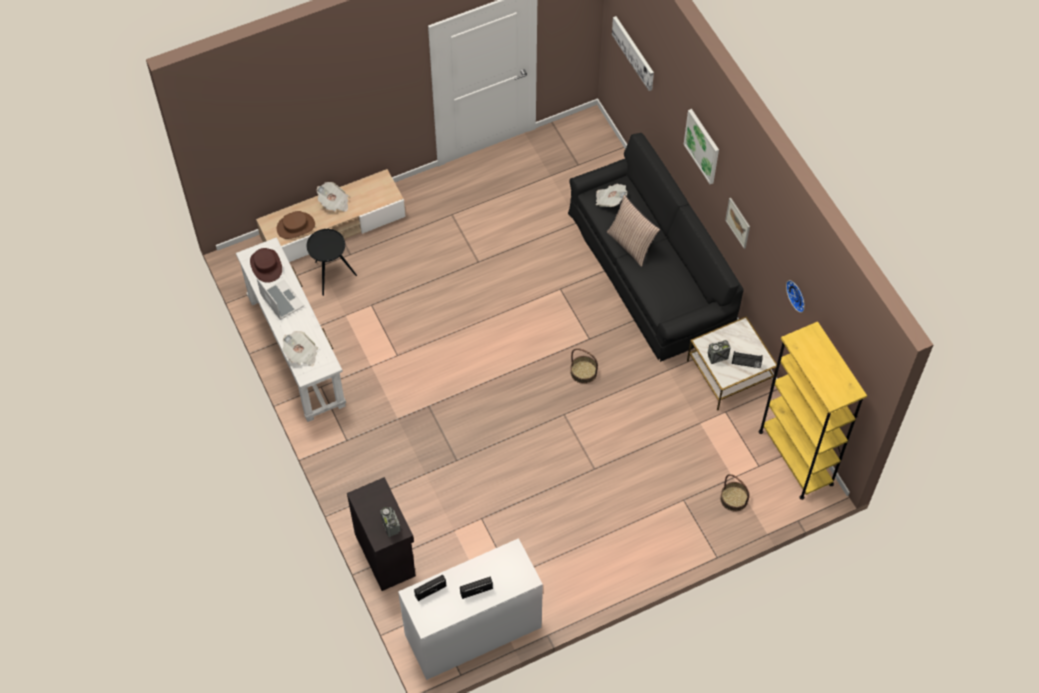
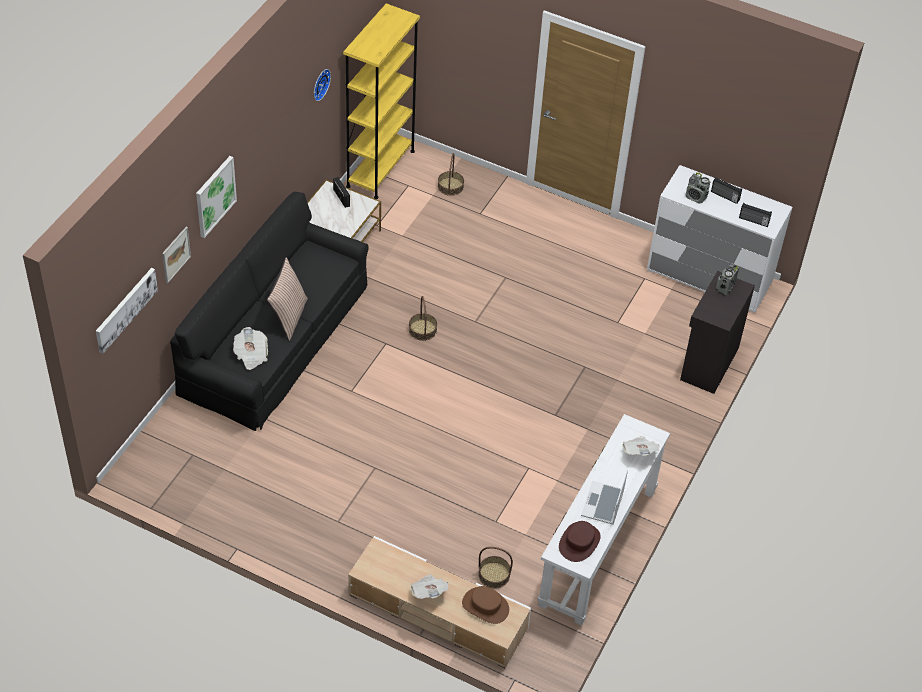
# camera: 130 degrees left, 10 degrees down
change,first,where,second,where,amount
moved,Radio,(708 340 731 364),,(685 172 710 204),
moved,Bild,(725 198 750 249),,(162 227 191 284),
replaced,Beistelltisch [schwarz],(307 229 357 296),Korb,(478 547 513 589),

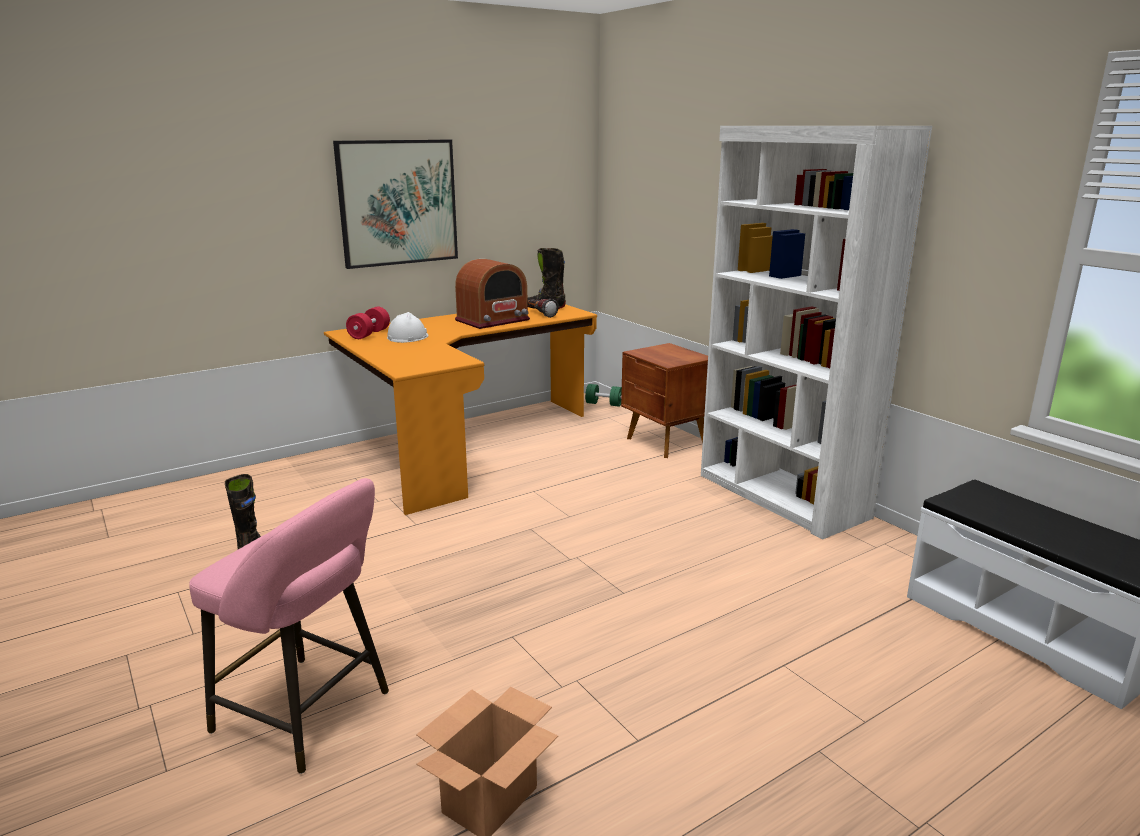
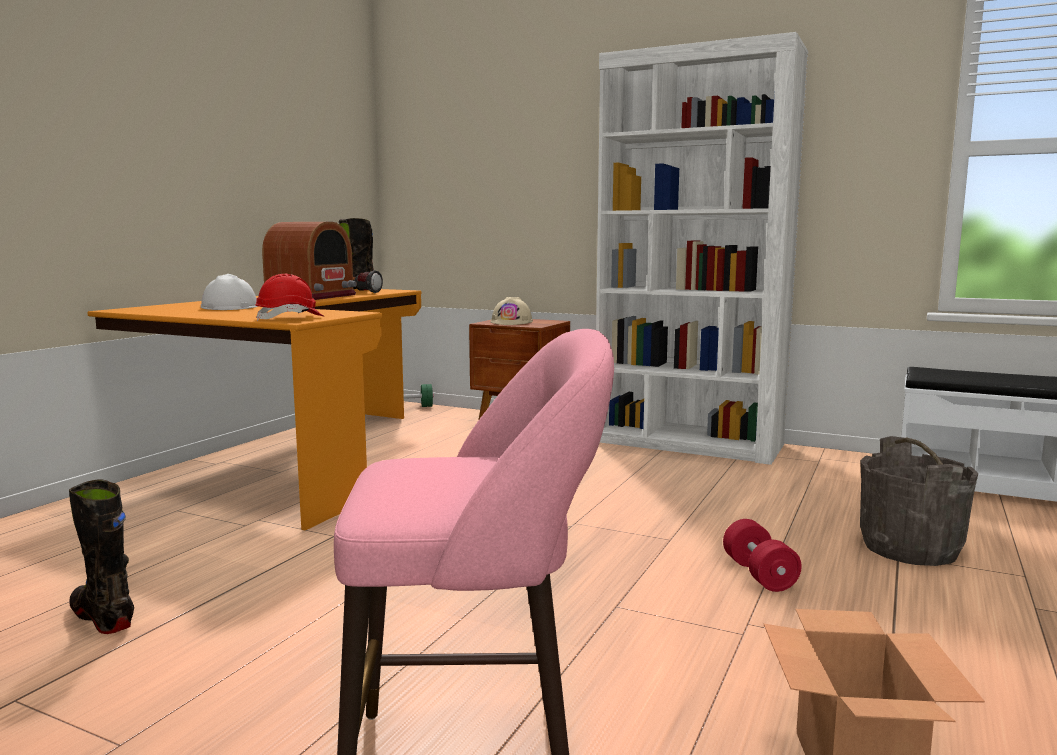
# camera: 30 degrees left, 10 degrees down
change,first,where,second,where,amount
removed,Bild,(333 140 458 269),,,
added,,,Schutzhelm [rot],(255 274 324 321),
added,,,Schutzhelm [beige],(490 297 533 325),
added,,,Eimer [grau],(860 436 978 566),
moved,Hantel [rot],(346 307 390 339),,(723 519 802 592),

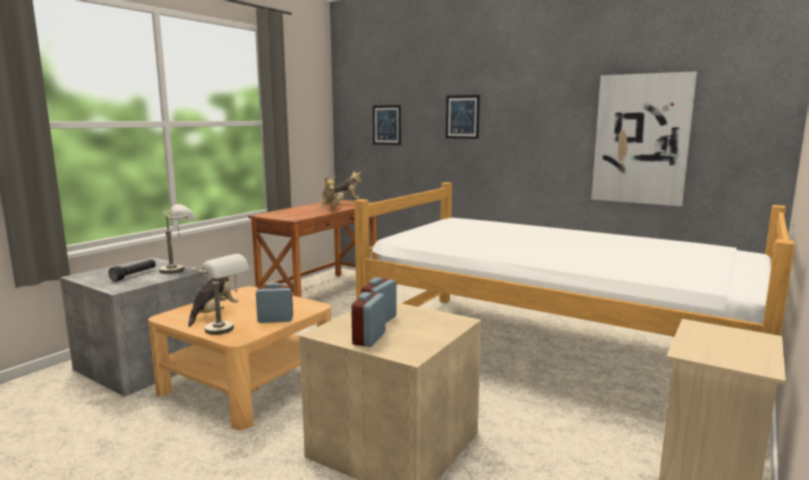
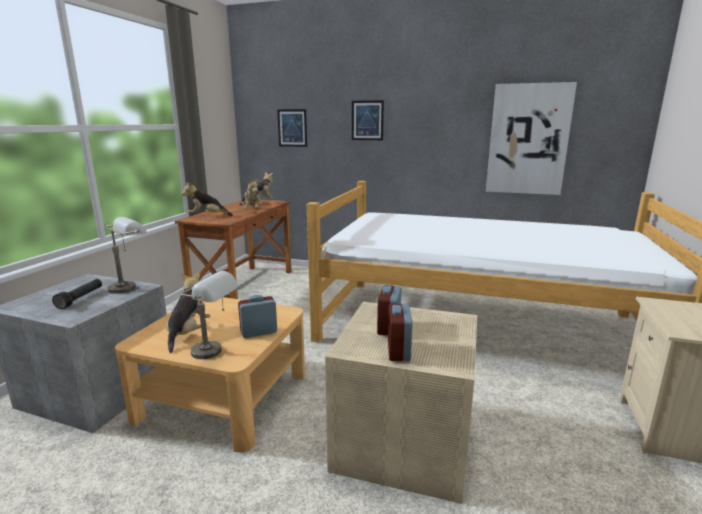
# camera: 15 degrees left, 5 degrees up
change,first,where,second,where,amount
added,,,Plüschtier,(182 182 233 216),

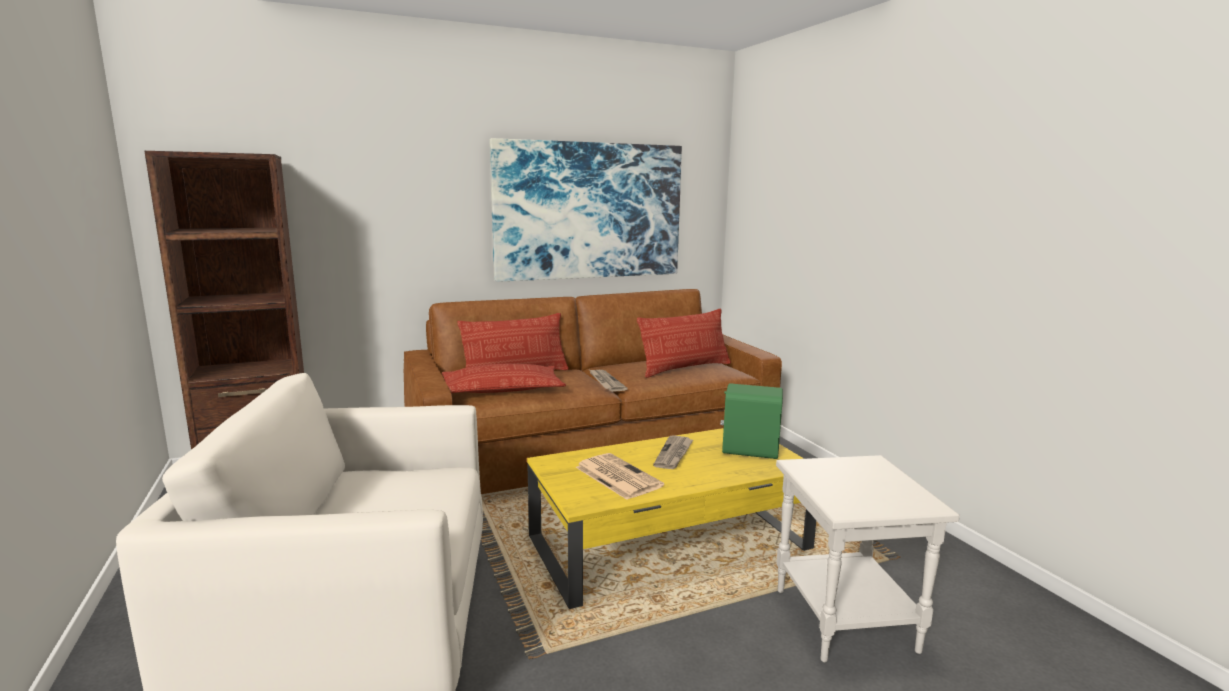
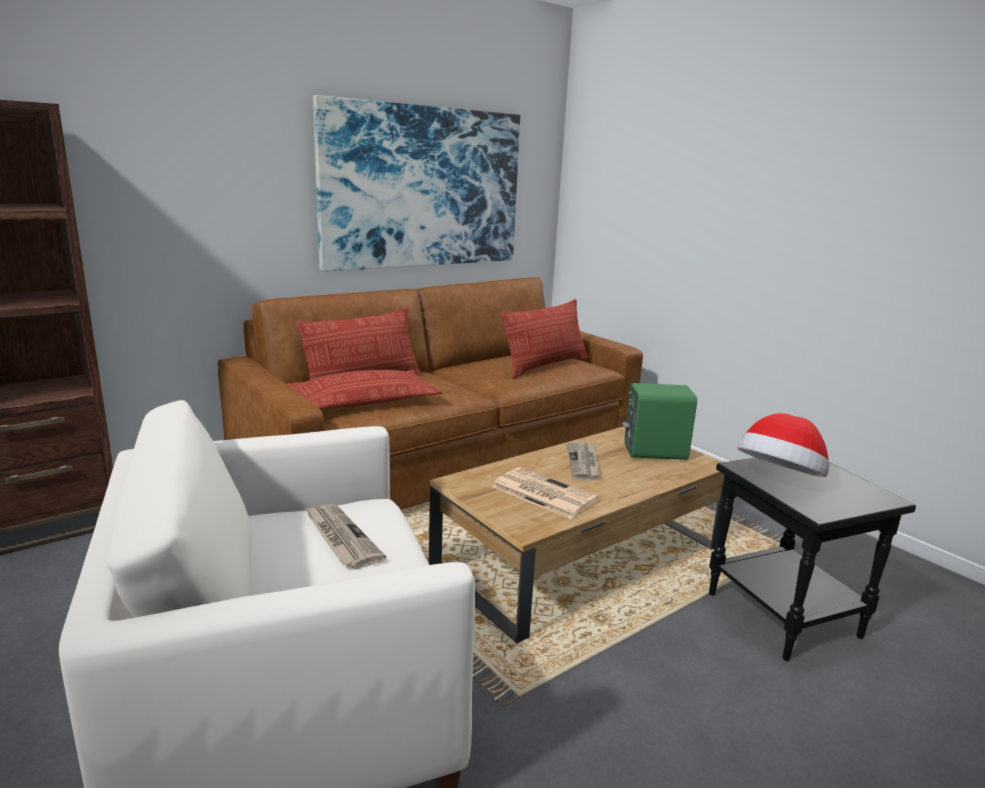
# camera: 15 degrees left, 5 degrees up
change,first,where,second,where,amount
added,,,Hut,(737 413 829 477),
moved,Zeitung,(589 369 628 392),,(304 504 386 569),
recoloured,Couchtisch [gelb],(527 428 816 609),Couchtisch [braun],(429 426 725 643),
recoloured,Beistelltisch [weiß],(776 455 960 662),Beistelltisch [schwarz],(709 458 916 661),

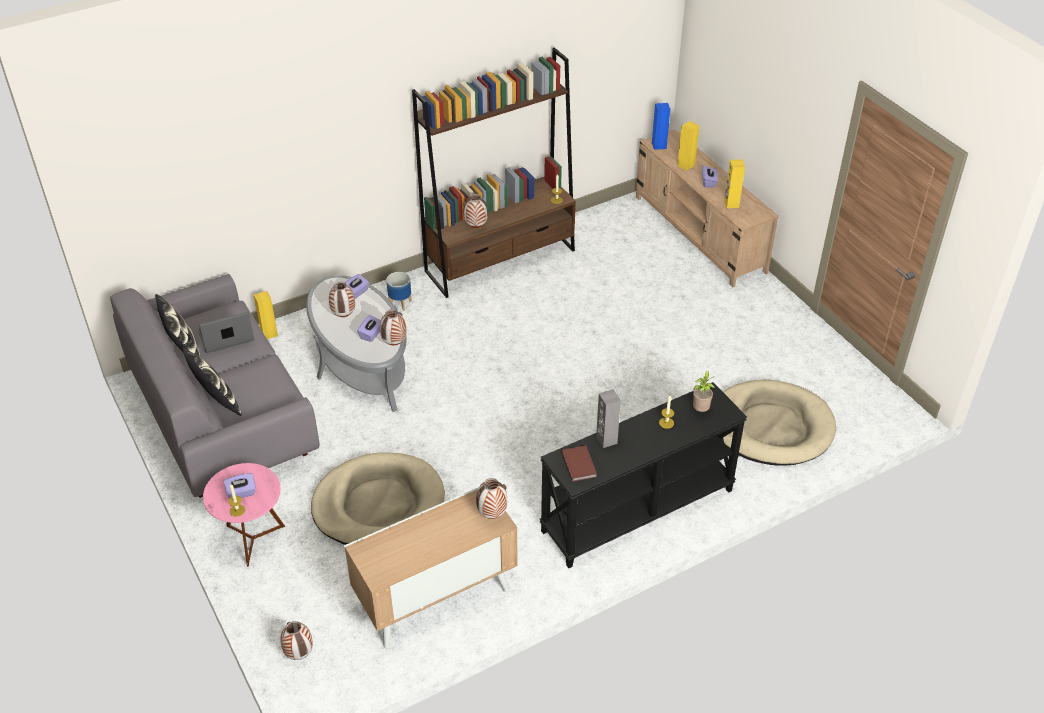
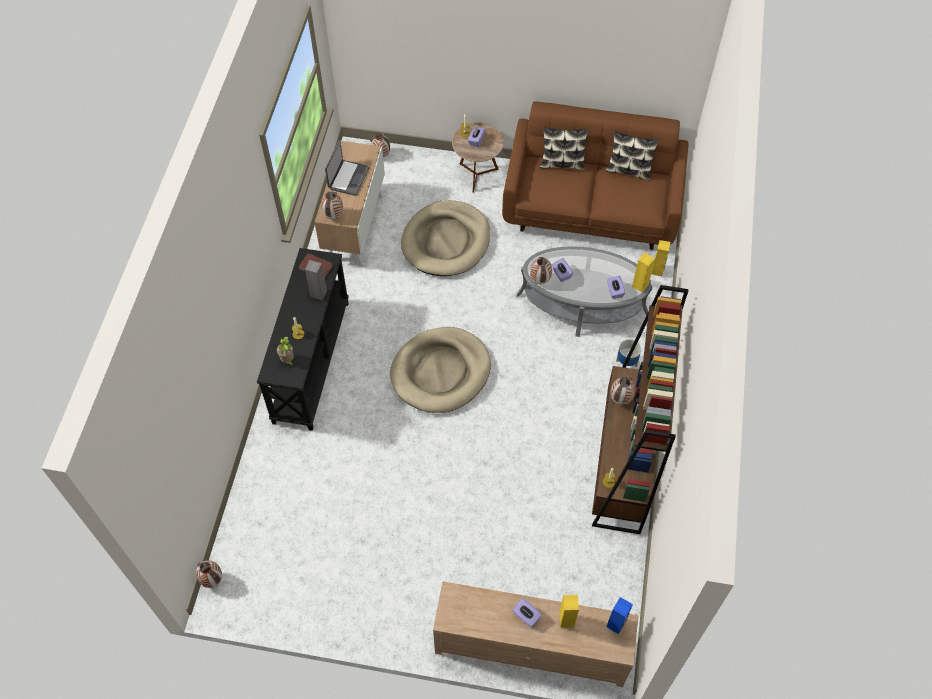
# camera: 130 degrees right, 15 degrees up
change,first,where,second,where,amount
moved,Laptop,(198 312 254 353),,(325 141 369 196),
moved,Vase,(329 282 355 317),,(196 560 222 588),
moved,Hundebett [beige],(717 379 836 466),,(390 327 491 413),
moved,Lautsprecher [gelb],(725 159 745 208),,(632 252 655 293),
recoloured,Sofa [grau],(110 274 320 498),Sofa [braun],(502 102 688 250),
recoloured,Beistelltisch [rosa],(203 463 285 567),Beistelltisch [braun],(452 122 504 193),

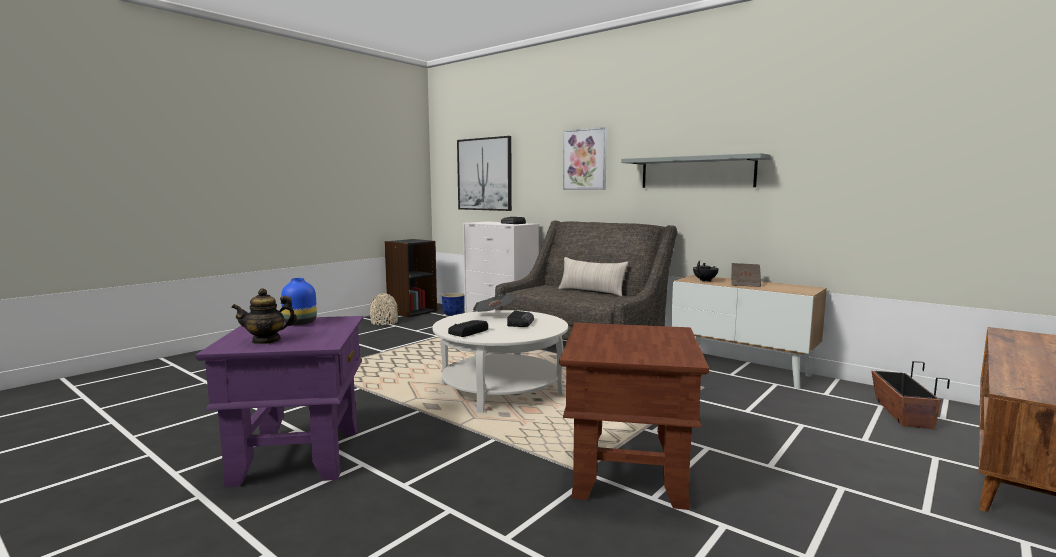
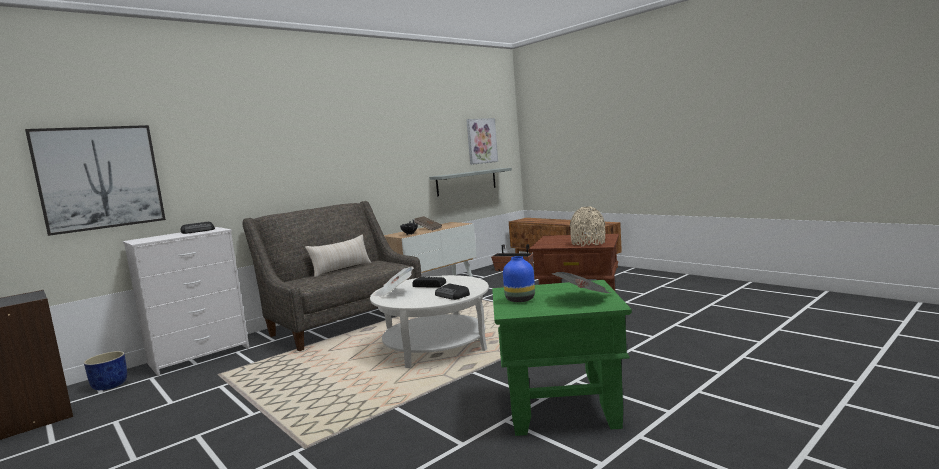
# camera: 80 degrees left, 0 degrees up
change,first,where,second,where,amount
moved,Vase [beige],(370 293 398 325),,(570 207 606 246),
moved,Bild,(563 127 607 190),,(466 118 498 165),
moved,Wandregal [grau],(621 153 771 188),,(429 168 512 197),
replaced,Teekanne,(231 288 297 344),Zeitung,(552 272 610 293),
recoloured,Beistelltisch [lila],(195 316 363 488),Beistelltisch [grün],(492 280 632 436),

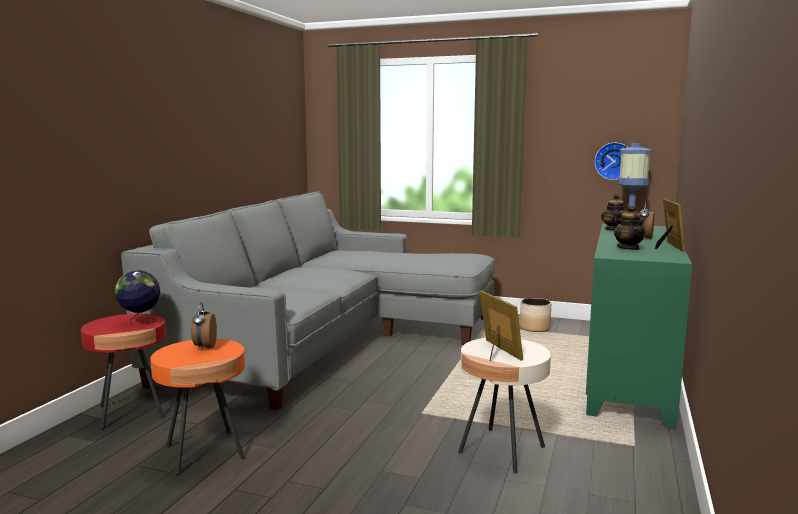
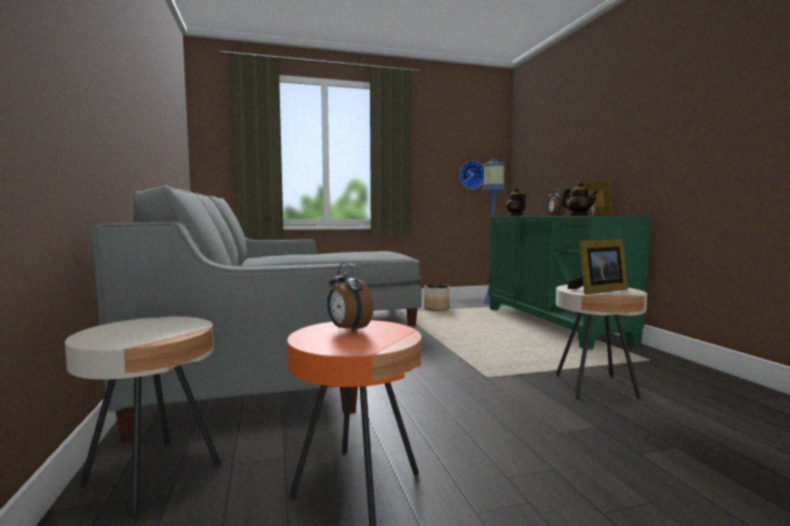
# camera: 35 degrees left, 5 degrees down
change,first,where,second,where,amount
removed,Globus,(115 270 161 326),,,
recoloured,Beistelltisch [rot],(81 314 166 429),Beistelltisch [beige],(65 317 221 517),
turned,Bilderrahmen,(480 291 523 361),,(568 239 628 294),120 degrees clockwise

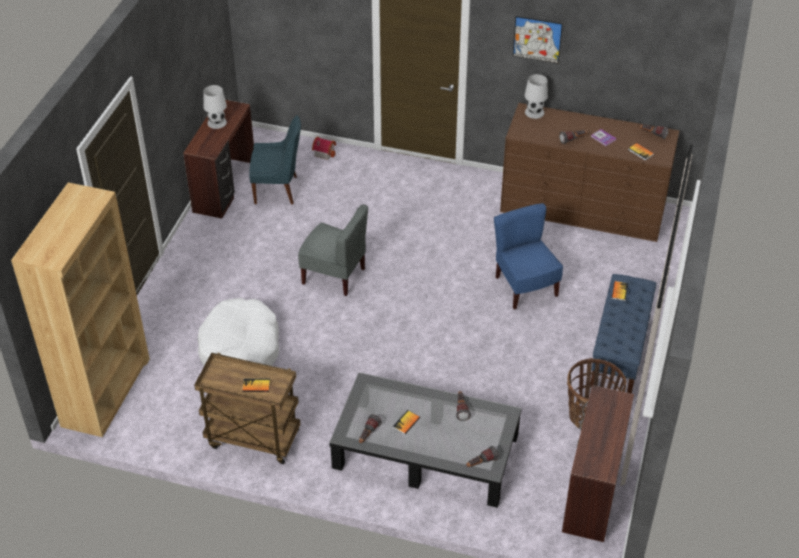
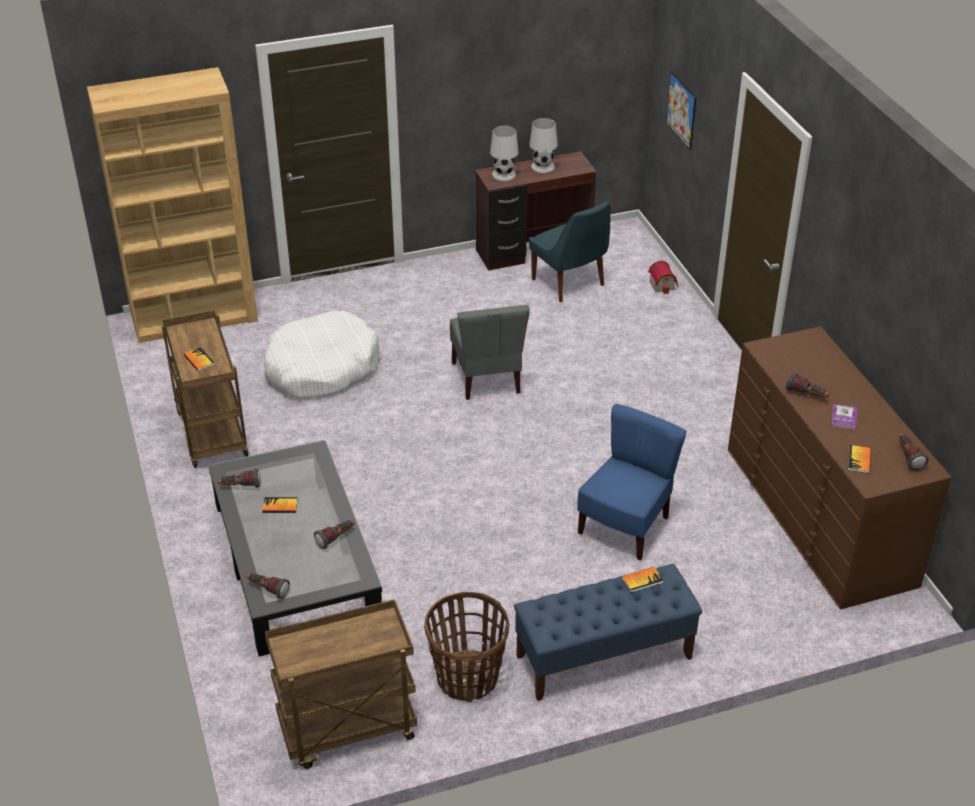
# camera: 55 degrees right, 5 degrees down
change,first,where,second,where,amount
moved,Bild,(513 16 563 64),,(666 71 697 150),
moved,Tischlampe [weiß],(525 74 548 119),,(490 125 519 181),
replaced,Schreibtisch [braun],(562 385 634 542),Rollwagen [braun],(265 599 417 769),

